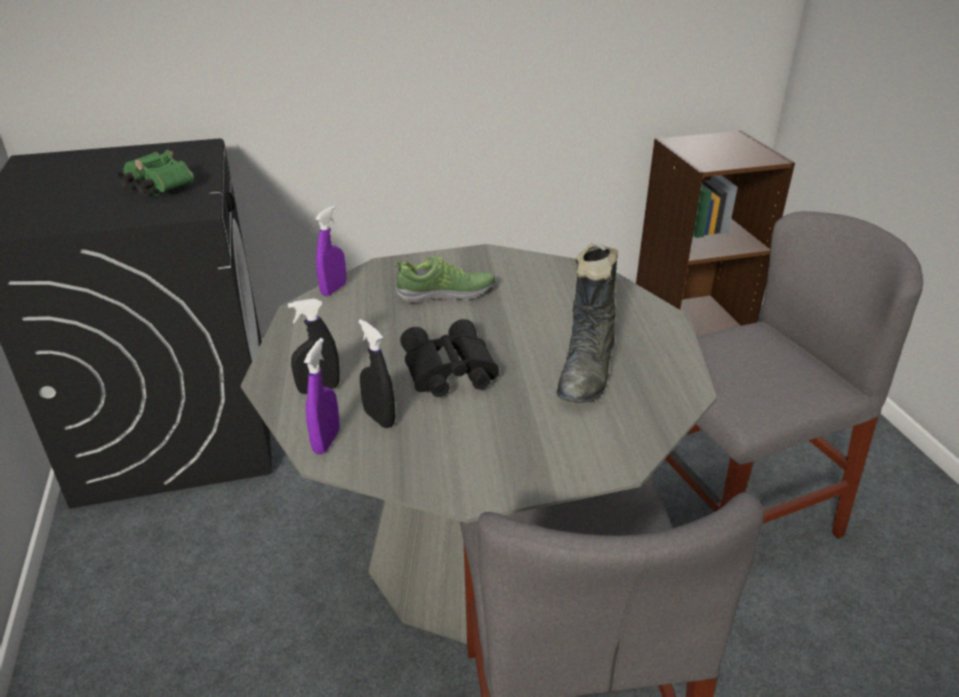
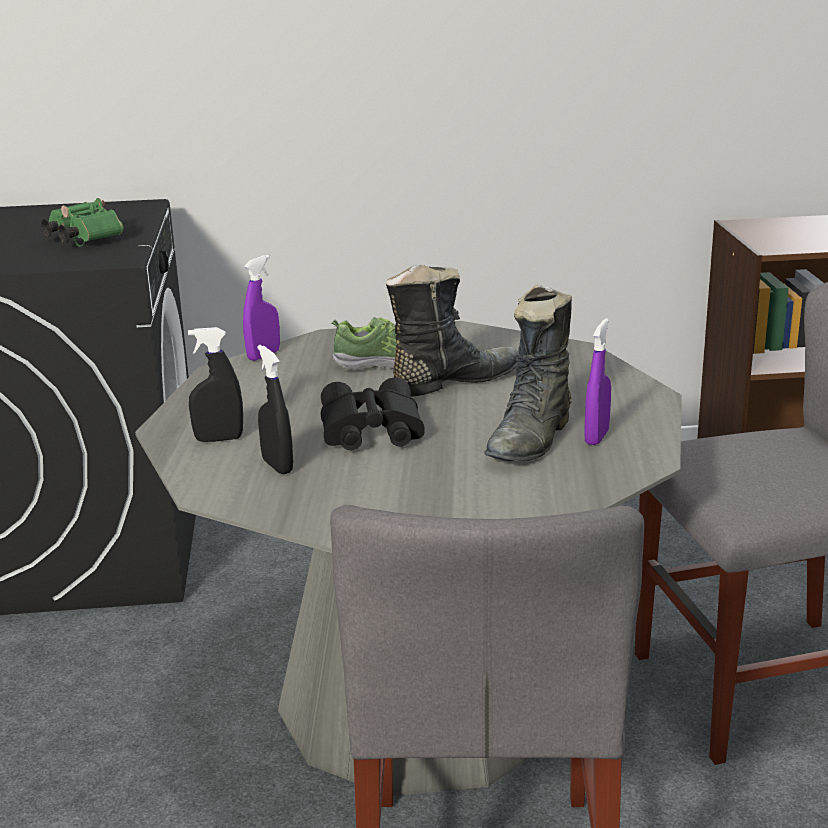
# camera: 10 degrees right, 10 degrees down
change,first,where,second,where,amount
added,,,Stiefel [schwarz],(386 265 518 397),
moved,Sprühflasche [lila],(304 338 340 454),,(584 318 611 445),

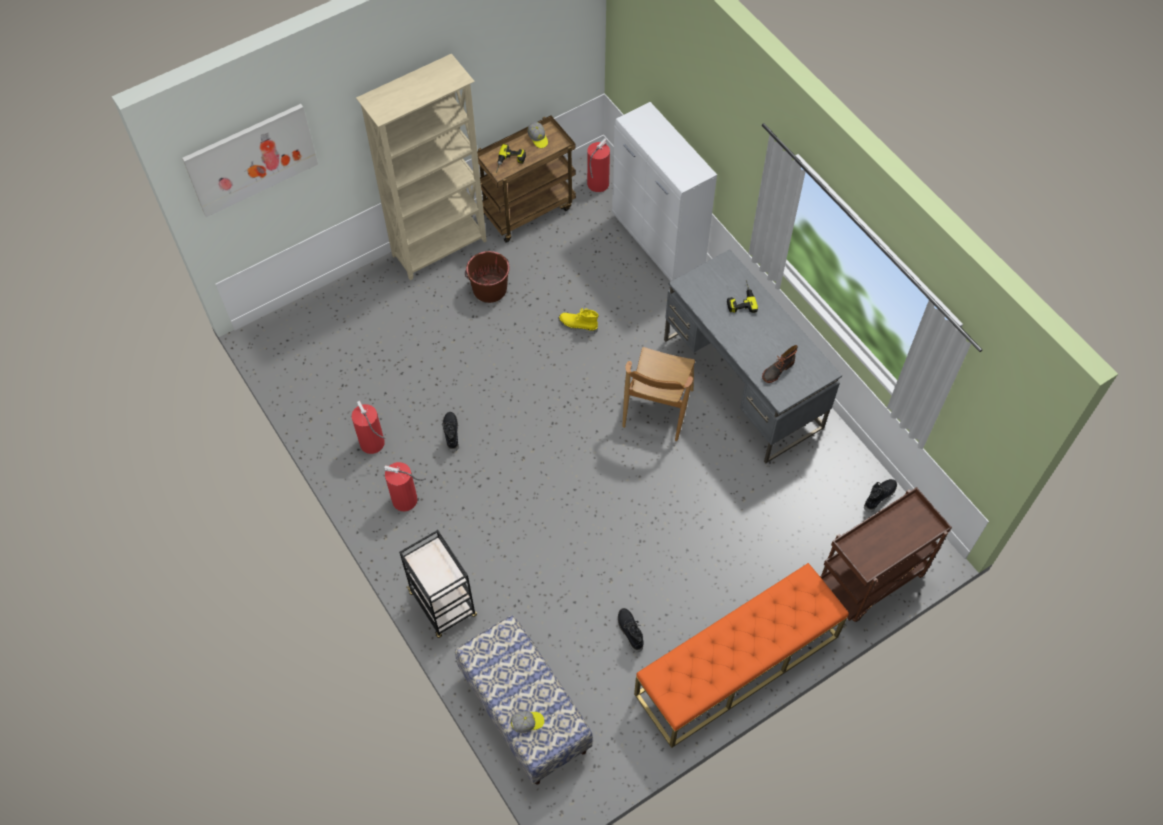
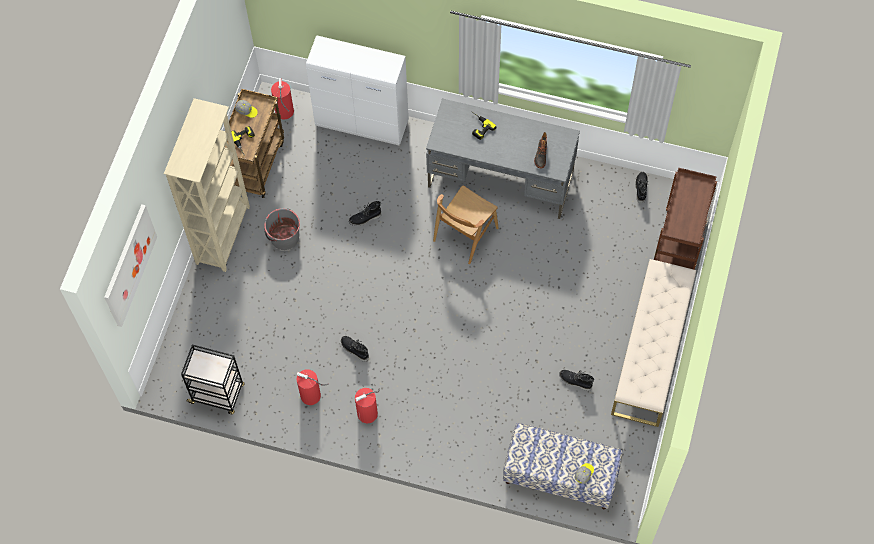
# camera: 40 degrees left, 5 degrees up
change,first,where,second,where,amount
moved,Rollwagen [schwarz],(399 530 477 638),,(181 344 245 415),
recoloured,Eimer [braun],(465 251 510 303),Eimer [grau],(264 208 300 250),
recoloured,Stiefel [gelb],(559 308 598 334),Stiefel [schwarz],(349 201 381 226),
recoloured,Bank [orange],(634 563 849 748),Bank [beige],(611 259 696 427),
turned,Stuhl [braun],(622 347 695 441),,(433 185 499 264),60 degrees clockwise

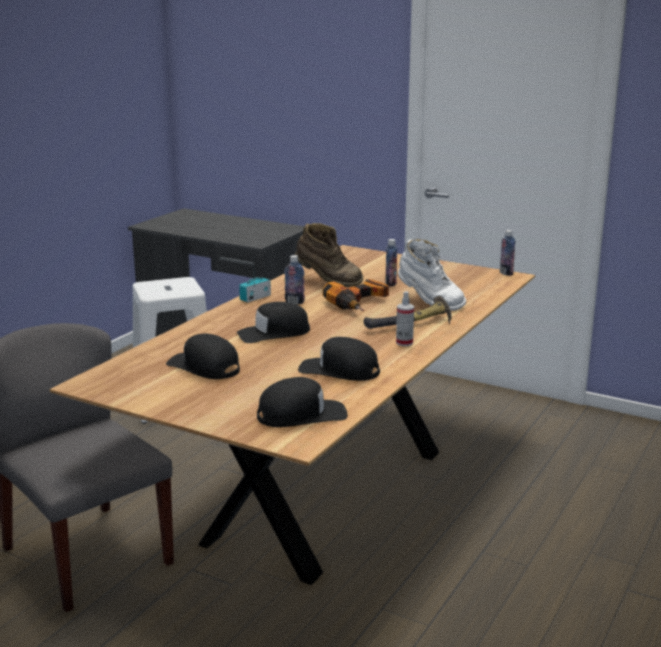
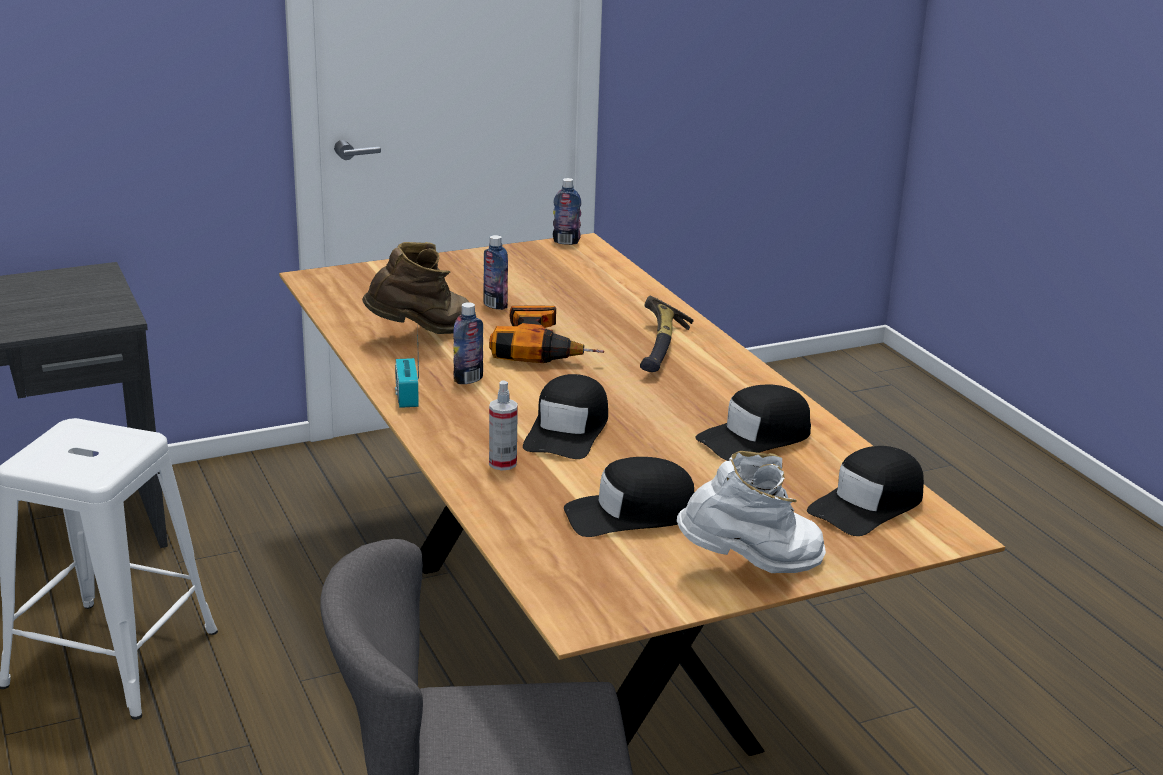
# camera: 55 degrees left, 5 degrees up
change,first,where,second,where,amount
moved,Sprühflasche,(396 291 414 346),,(489 380 518 471),
moved,Stiefel [weiß],(398 239 466 311),,(677 451 826 573),
turned,Kappe [schwarz],(257 377 348 427),,(807 446 924 536),150 degrees counterclockwise

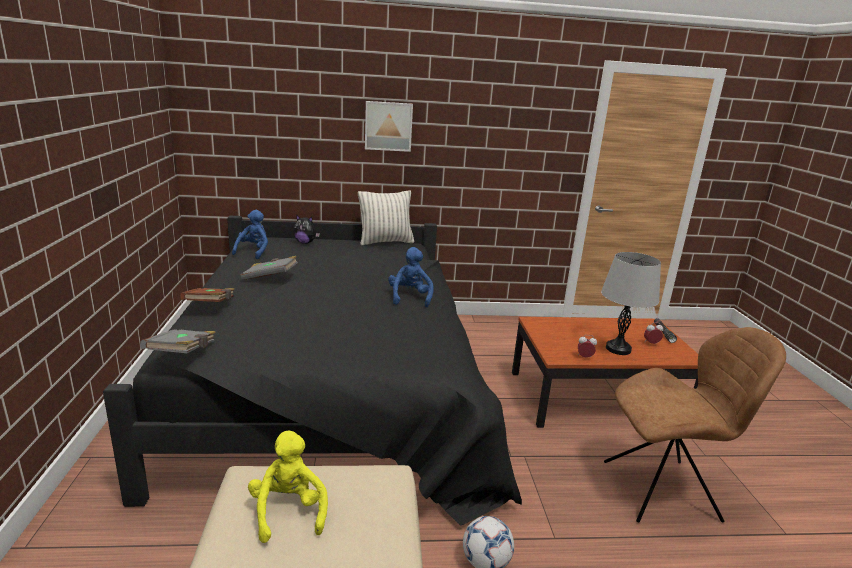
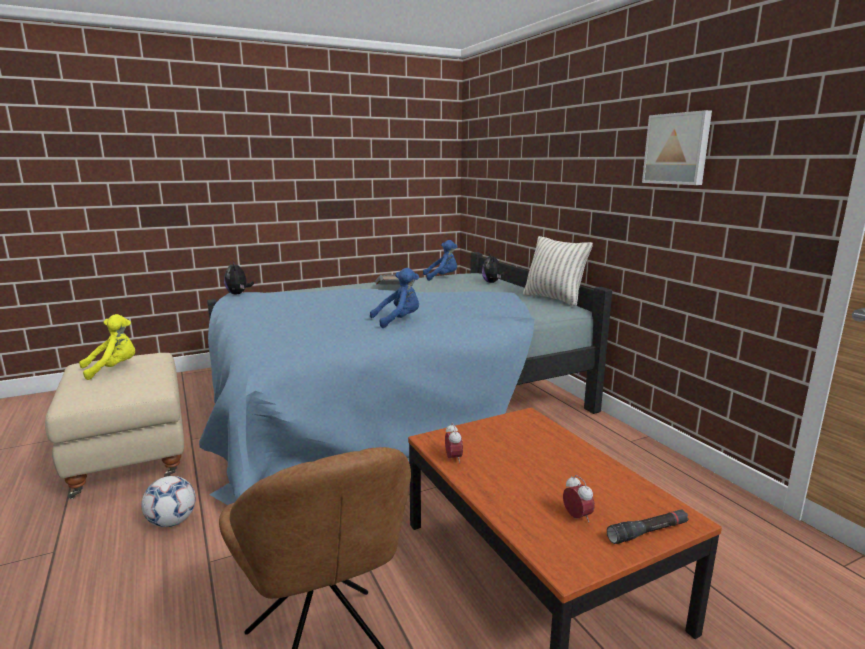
# camera: 70 degrees right, 5 degrees down
change,first,where,second,where,amount
removed,Buch [braun],(180 288 234 302),,,
removed,Tischlampe [grau],(601 252 661 355),,,
moved,Bild,(365 101 413 152),,(642 110 712 185),
replaced,Buch [grau],(140 329 216 353),Plüschtier,(224 262 254 294),
recoloured,Bett [schwarz],(103 216 522 526),Bett [blau],(199 252 612 505),

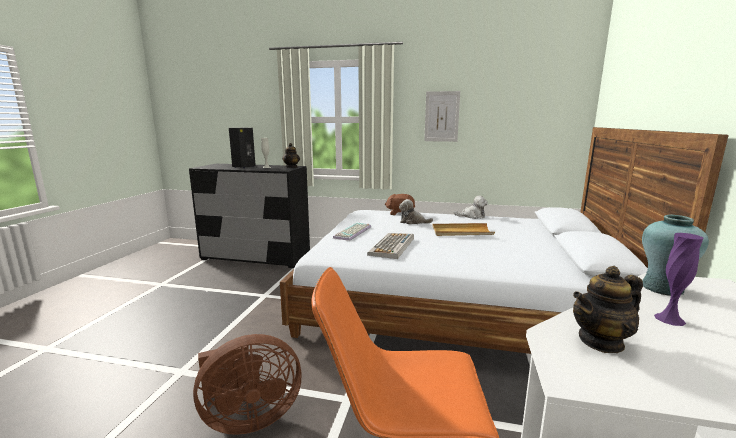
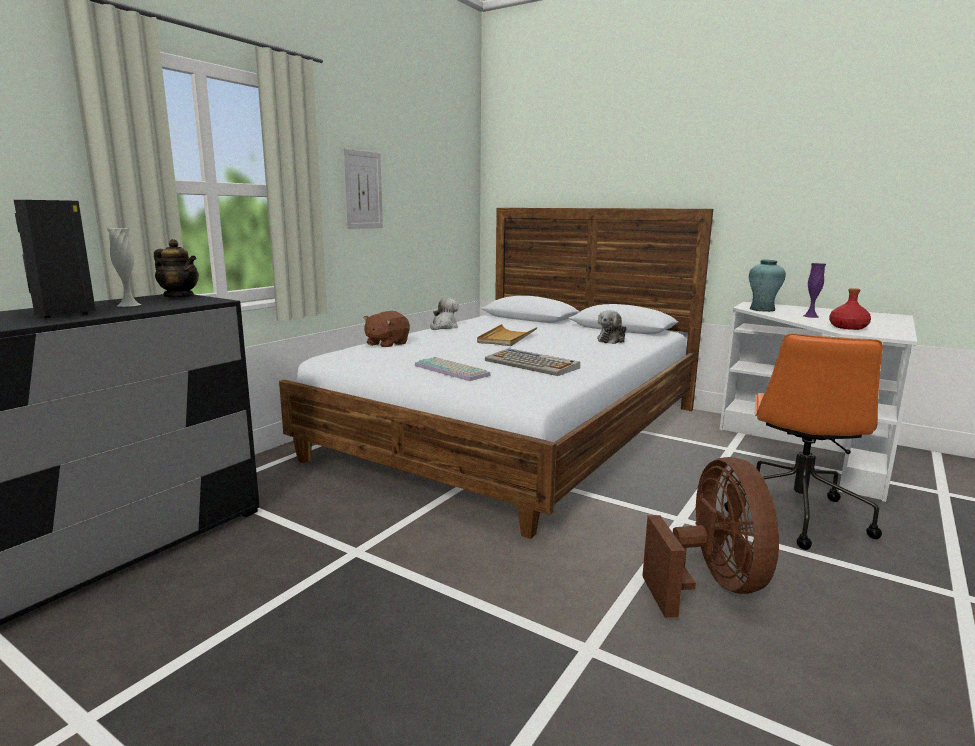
# camera: 70 degrees left, 0 degrees up
change,first,where,second,where,amount
moved,Plüschtier,(399 199 433 224),,(597 310 627 344),
replaced,Teekanne,(573 266 643 353),Flasche [rot],(829 288 871 330),

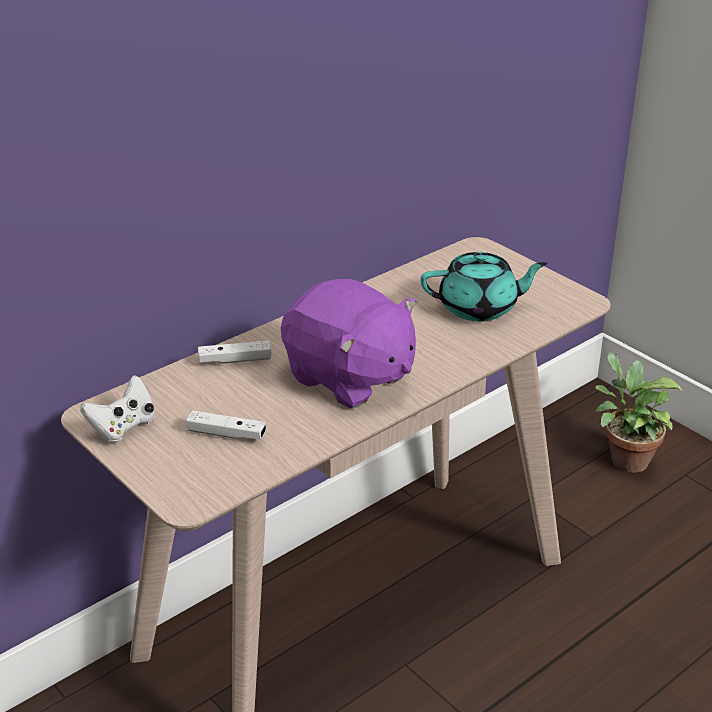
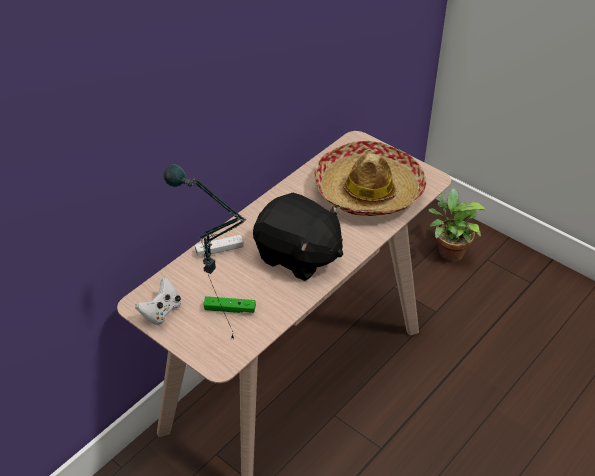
# camera: 10 degrees left, 10 degrees up
change,first,where,second,where,amount
added,,,Tischlampe,(164 164 247 340),
replaced,Teekanne [türkis],(420 252 548 321),Hut,(314 141 426 216),
recoloured,Gamepad [weiß],(186 410 266 440),Gamepad [grün],(203 296 256 313),
recoloured,Plüschtier [lila],(281 279 417 408),Plüschtier [schwarz],(253 193 343 281),

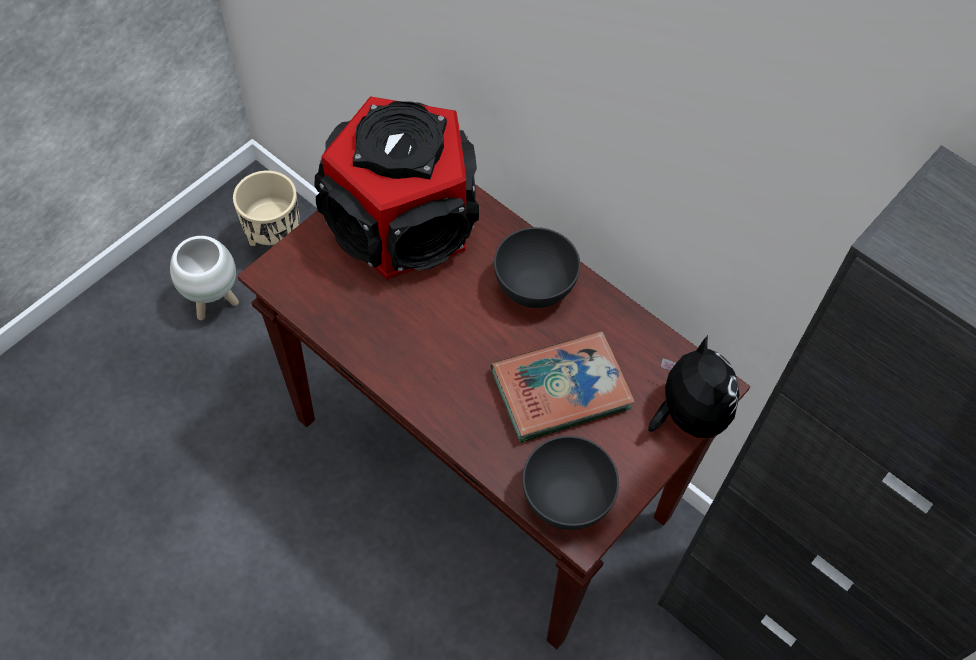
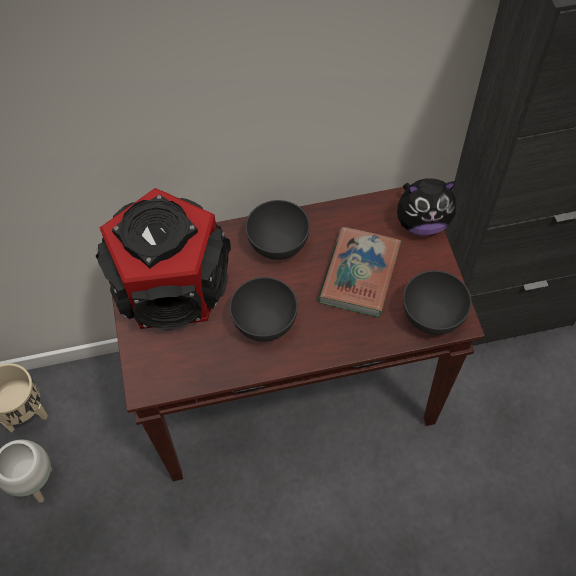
# camera: 50 degrees left, 0 degrees up
change,first,where,second,where,amount
added,,,Schüssel [grau],(230 277 298 342),
turned,Plüschtier,(648 335 740 438),,(397 178 456 236),150 degrees clockwise

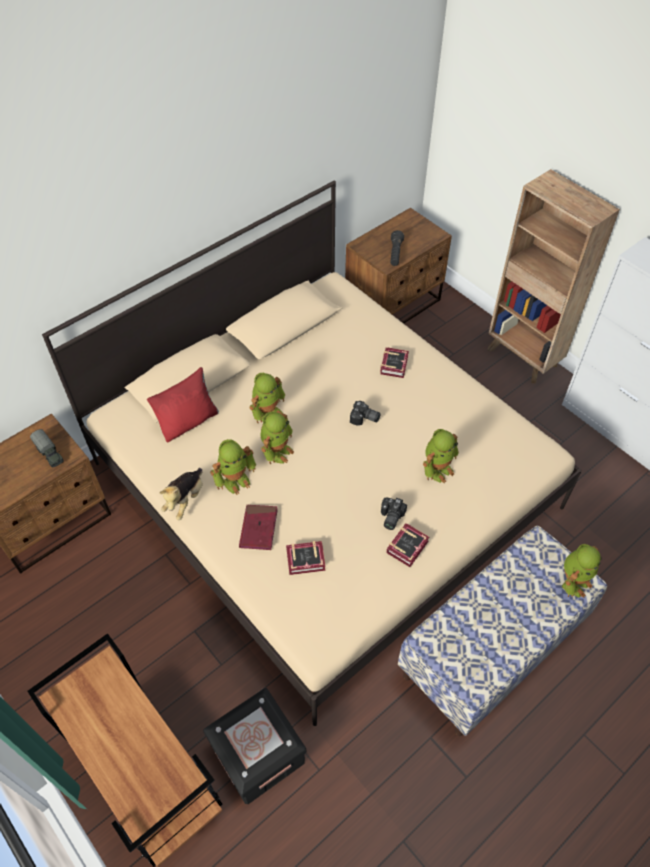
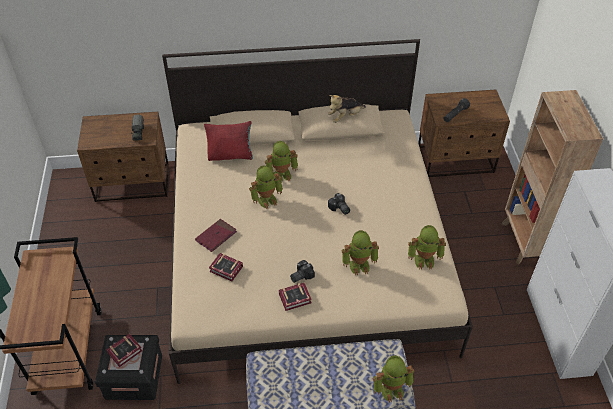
# camera: 35 degrees right, 5 degrees down
change,first,where,second,where,amount
moved,Plüschtier,(160 468 203 520),,(328 95 366 123),
moved,Spielzeugroboter,(210 439 256 495),,(408 225 446 269),
moved,Buch,(380 347 409 378),,(106 334 143 367),

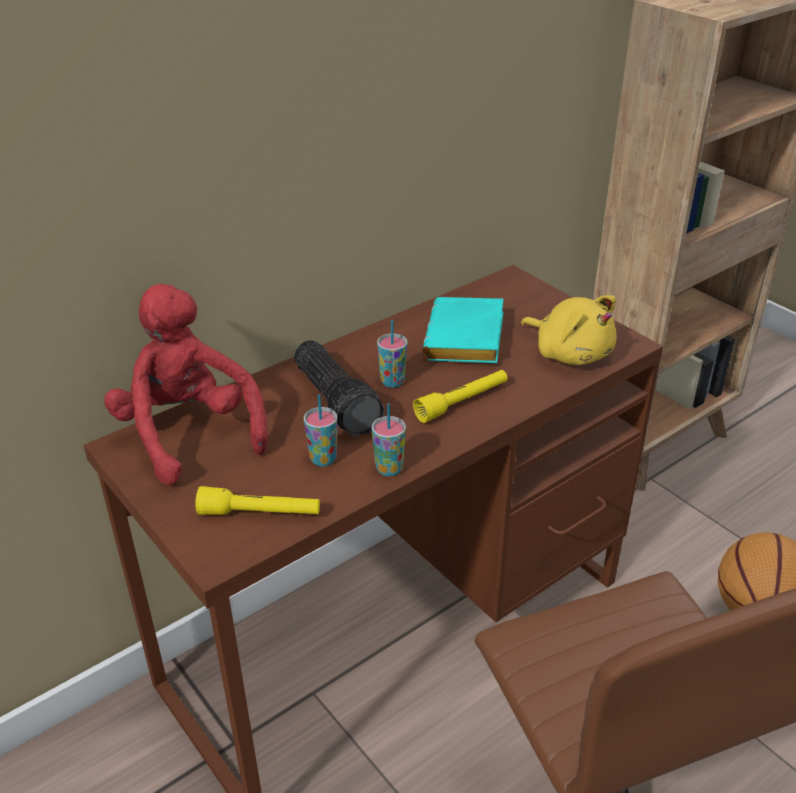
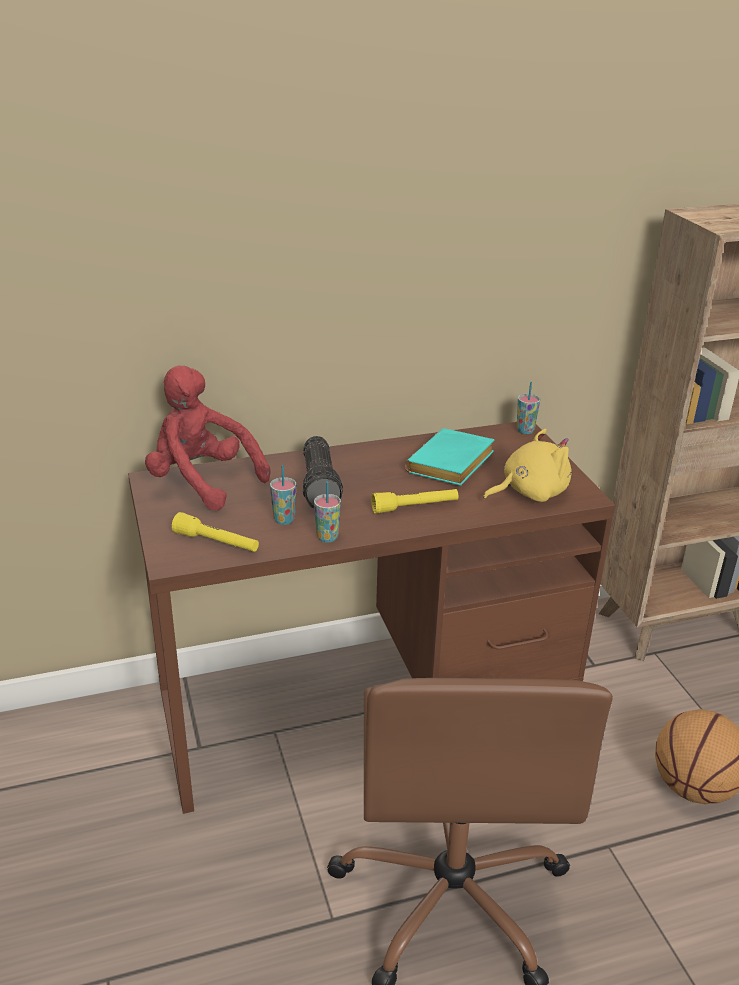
# camera: 20 degrees right, 5 degrees down
change,first,where,second,where,amount
moved,Tasse,(377 320 407 388),,(517 382 540 434),
turned,Plüschtier [rot],(104 284 268 485),,(145 366 270 511),45 degrees counterclockwise
turned,Plüschtier [gelb],(521 295 616 365),,(483 429 571 502),90 degrees counterclockwise

